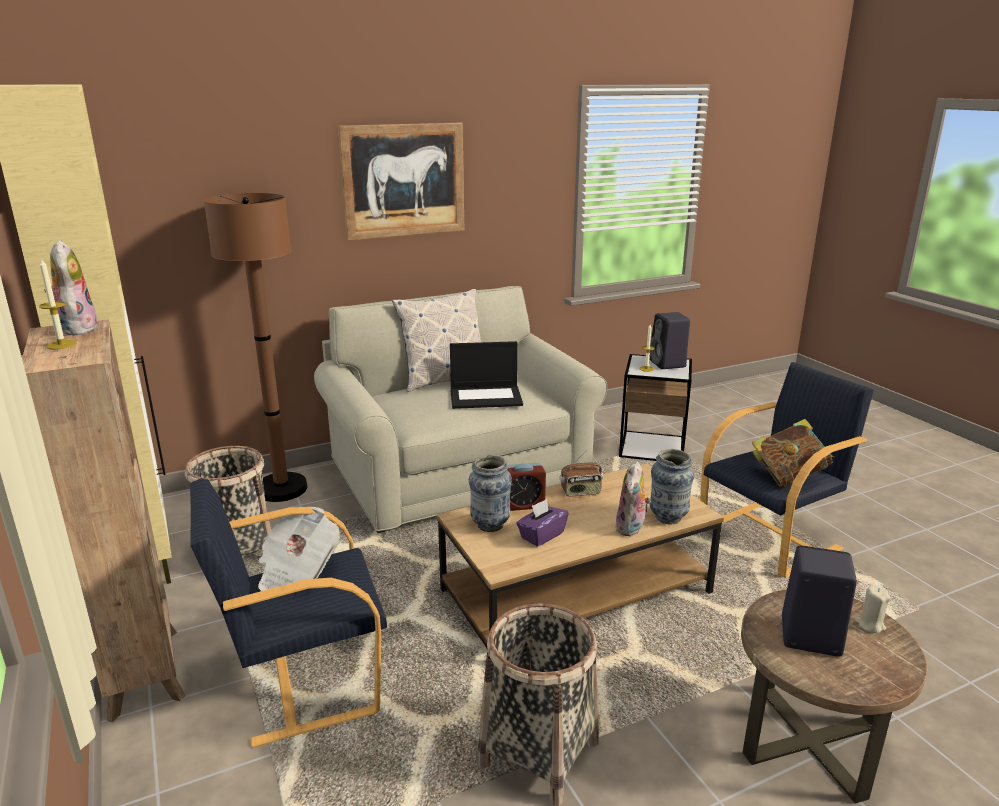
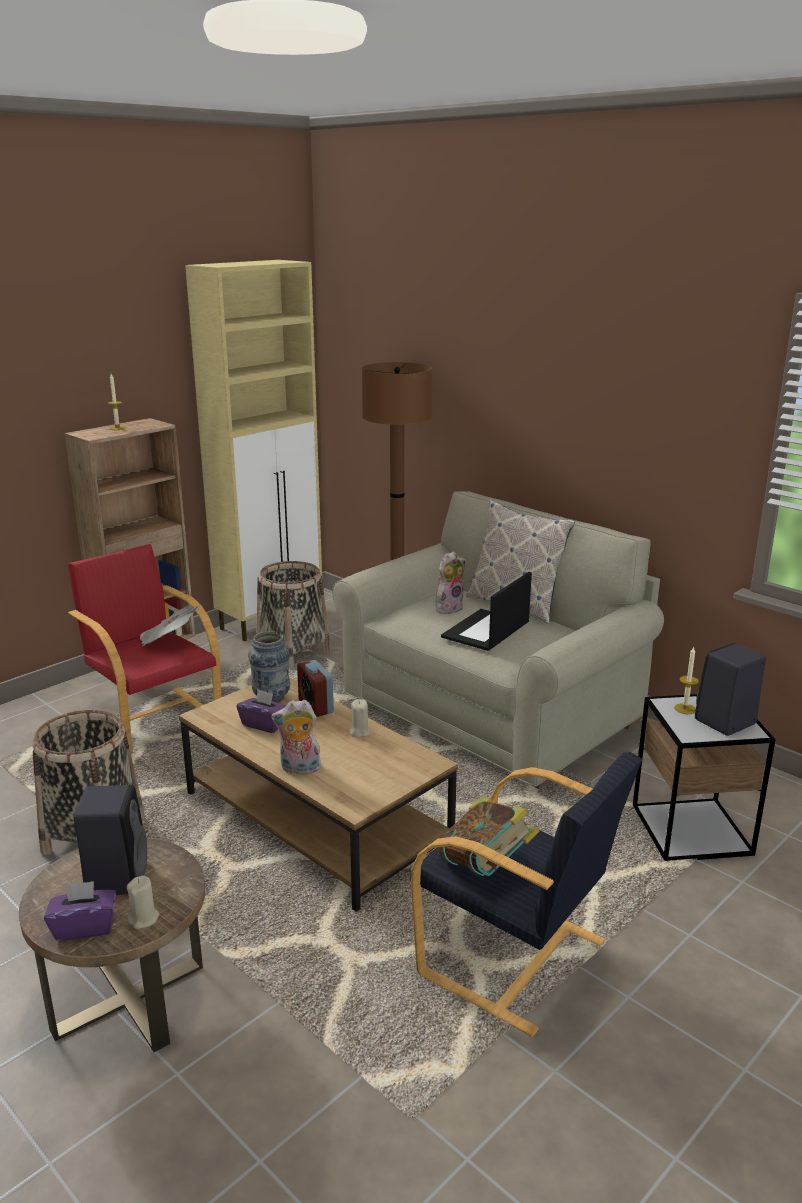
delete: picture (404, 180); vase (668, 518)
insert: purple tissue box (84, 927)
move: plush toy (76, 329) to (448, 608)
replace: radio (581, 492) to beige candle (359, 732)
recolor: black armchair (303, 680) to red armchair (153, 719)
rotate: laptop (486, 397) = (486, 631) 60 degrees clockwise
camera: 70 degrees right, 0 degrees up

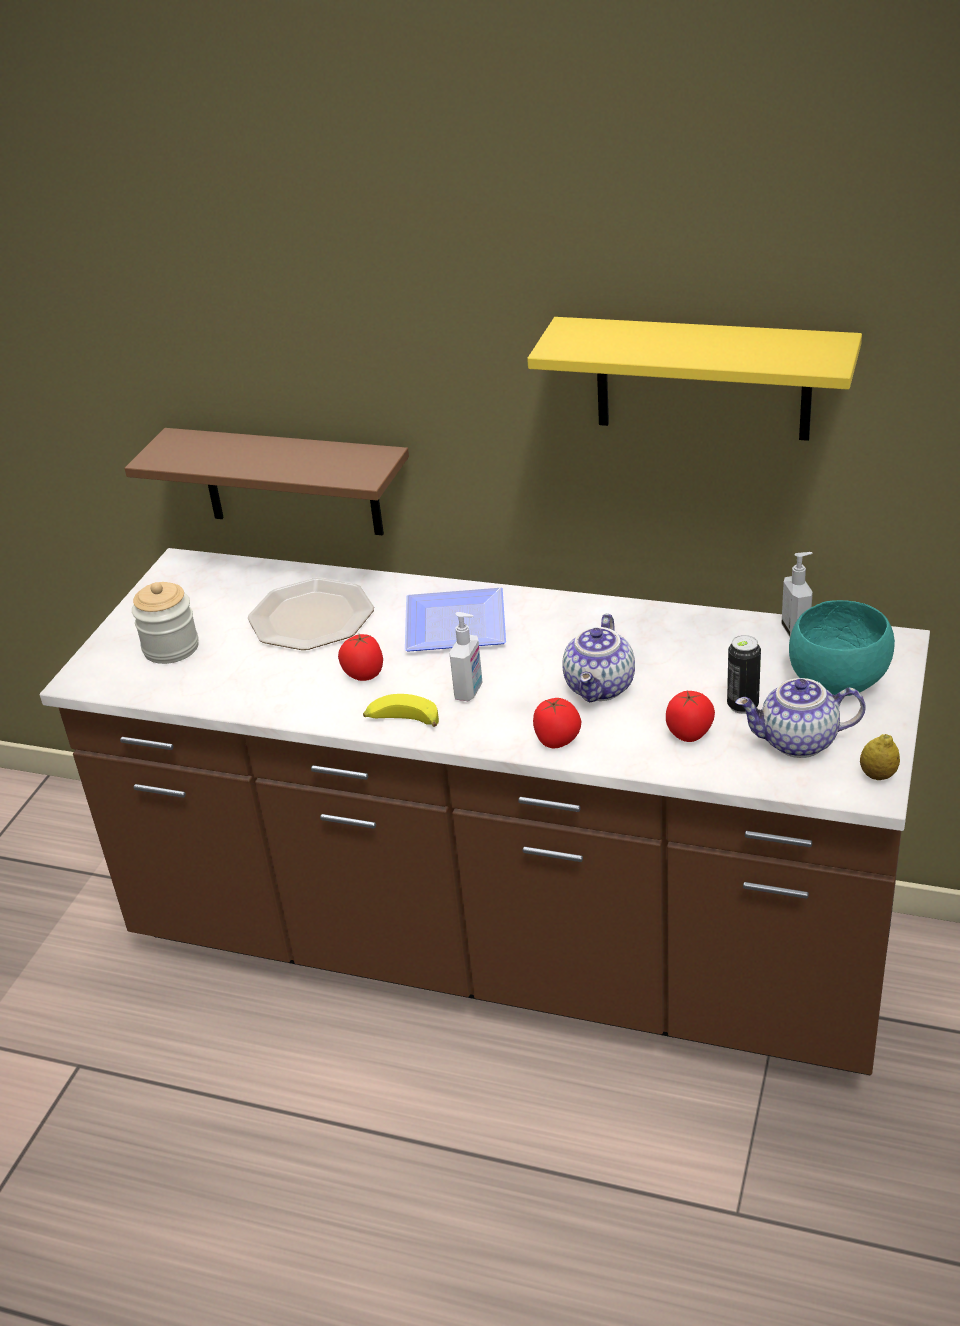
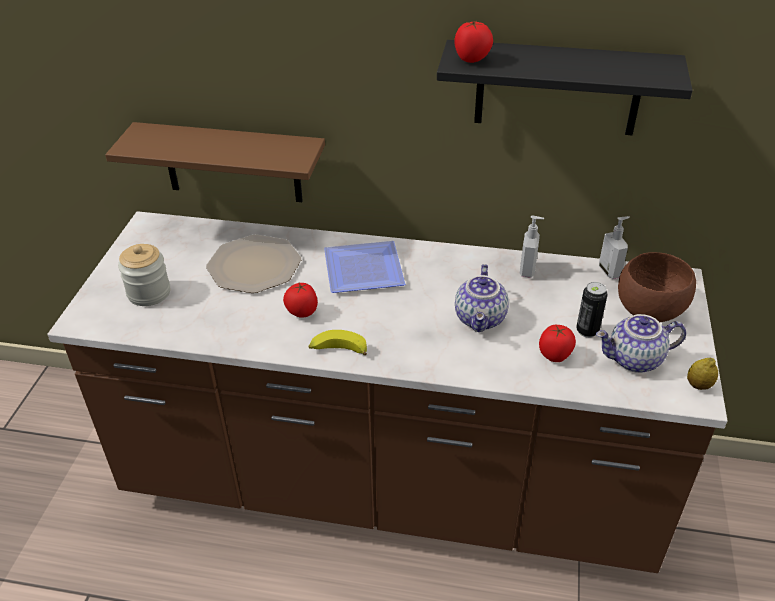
move: soap dispenser (469, 691) to (528, 270); tomato (557, 741) to (472, 59)
recolor: yellow shelf (703, 378) to black shelf (557, 88); turquoise bowl (837, 683) to brown bowl (649, 311)
camera: 10 degrees left, 5 degrees up

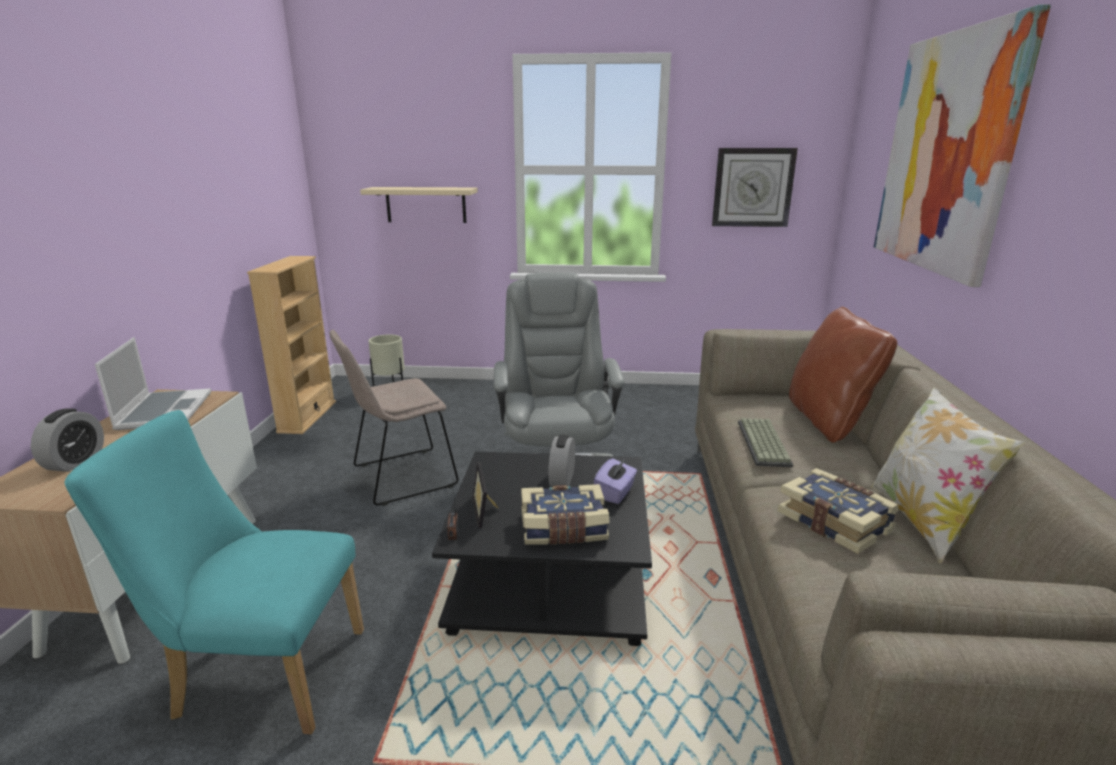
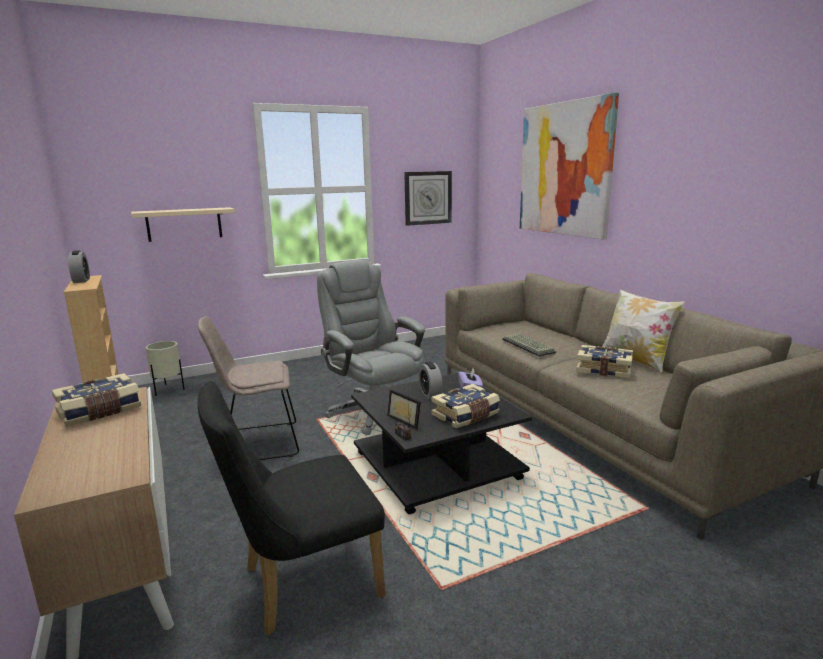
delete: brown pillow (828, 421)
move: alarm clock (75, 462) to (81, 280)
replace: laptop (164, 411) to book (100, 411)
recolor: turquoise chair (260, 673) to black chair (301, 584)
rotate: beige chair (400, 477) = (257, 443) 45 degrees clockwise
camera: 30 degrees left, 5 degrees down

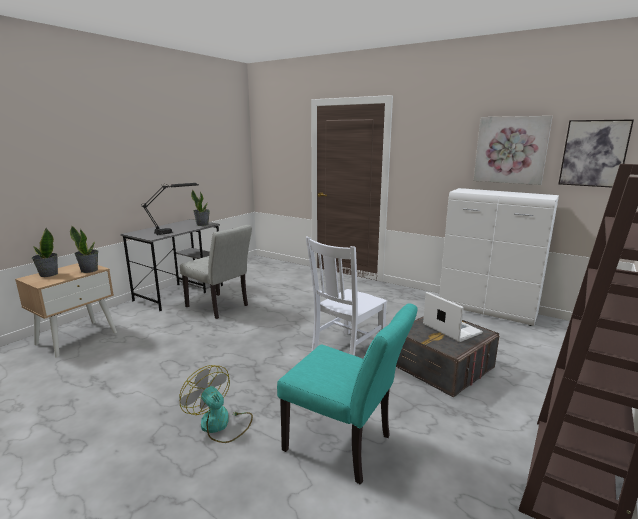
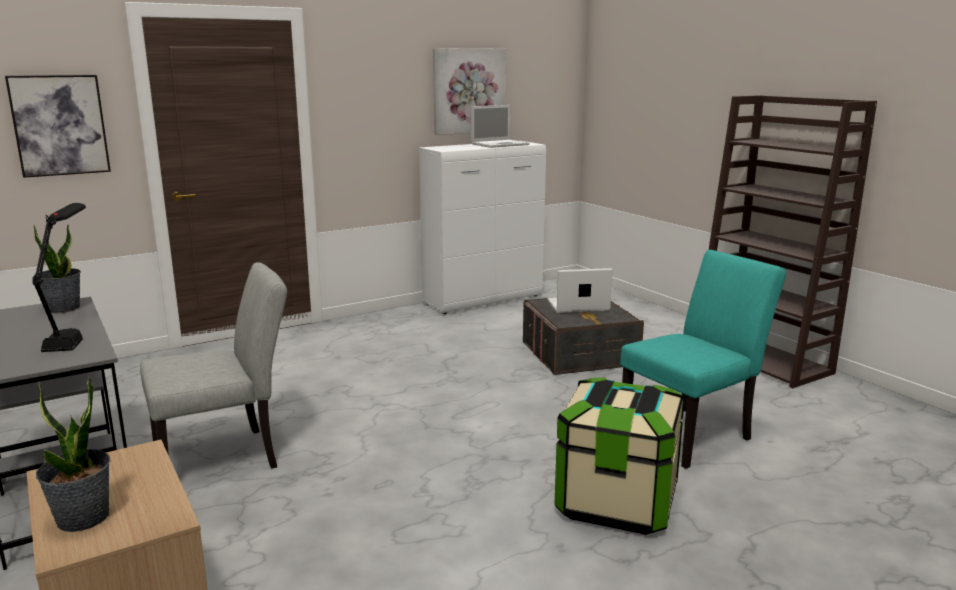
delete: potted plant (89, 270); white chair (346, 350)
insert: laptop (500, 144)
move: picture (594, 153) to (59, 125)
replace: fan (220, 424) to storage box (617, 502)
camera: 65 degrees left, 0 degrees up

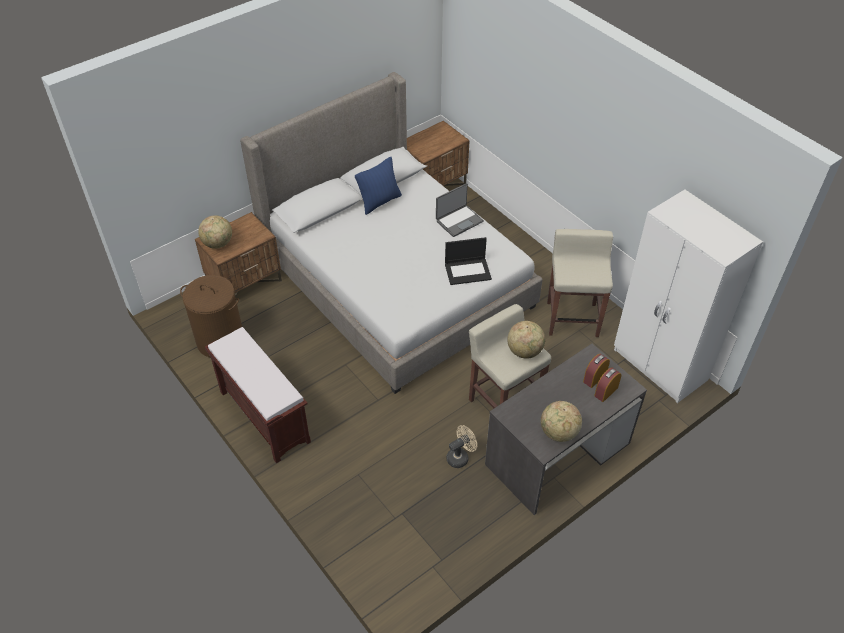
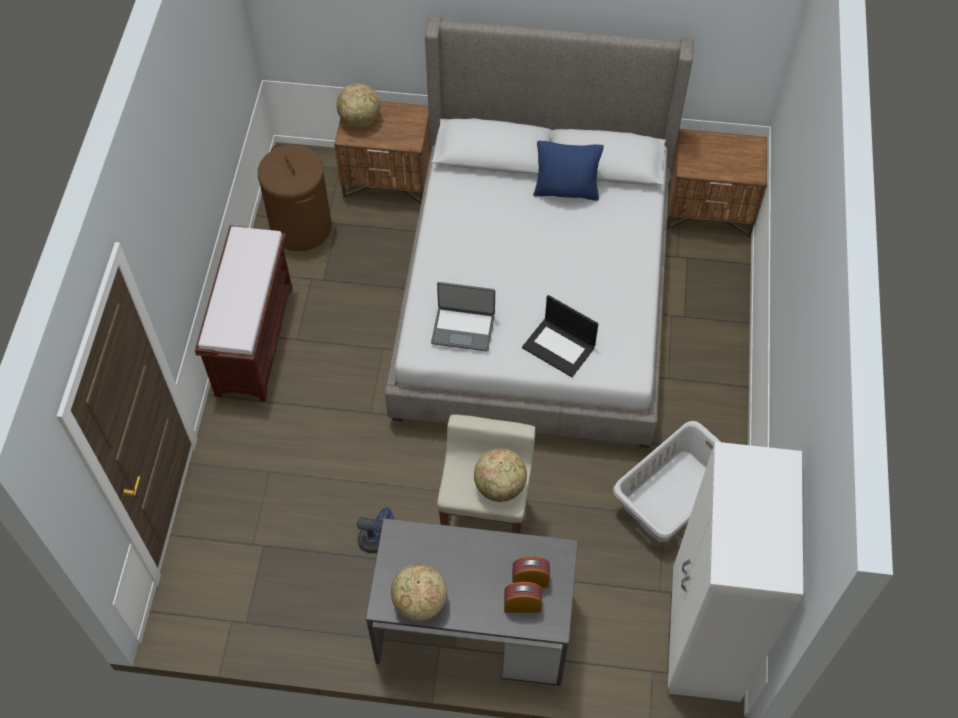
move: laptop (459, 221) to (463, 328)
replace: beige stool (572, 318) to grey laundry basket (674, 496)
recolor: beige fan (460, 457) to blue fan (377, 540)
camera: 45 degrees right, 10 degrees up

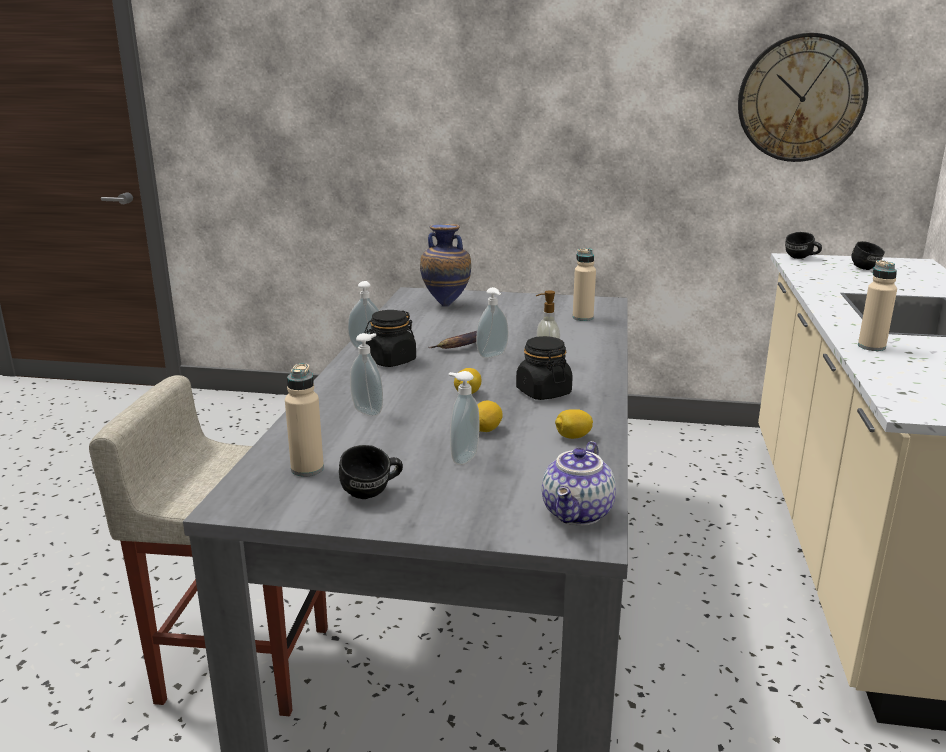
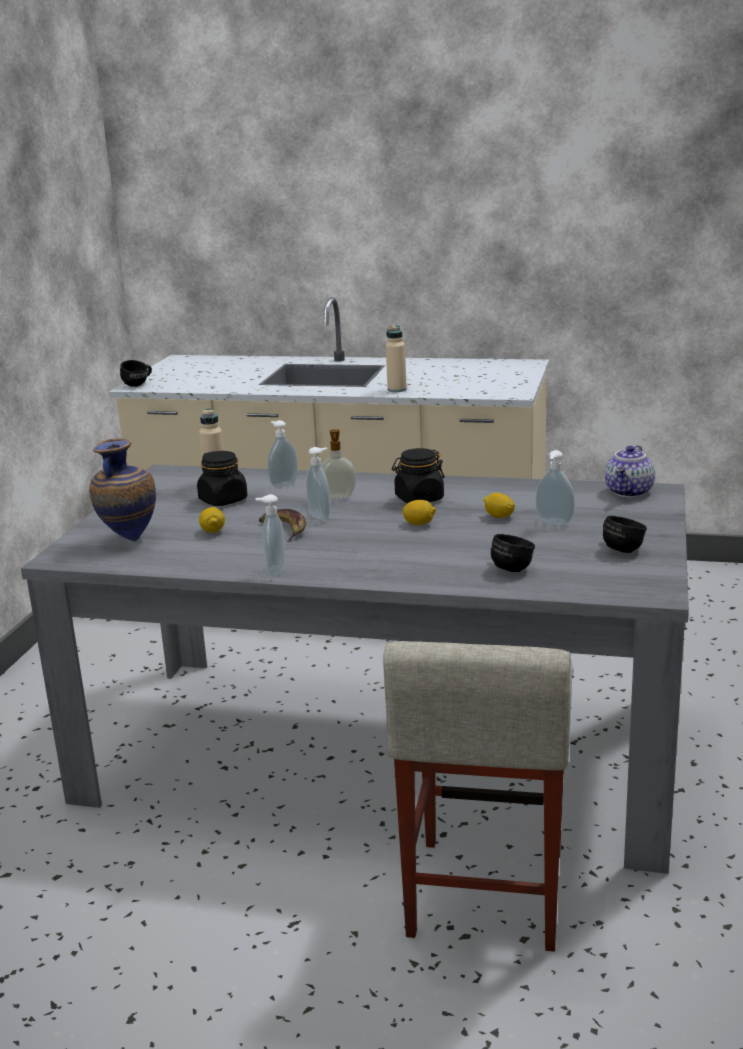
delete: beige bottle (307, 469); wall clock (801, 98)
move: soap dispenser (369, 411) to (283, 484); black jar (390, 361) to (223, 500); lemon (572, 437) to (213, 531); black mug (868, 268) to (510, 567)
rotate: teapot (578, 514) = (630, 492) 90 degrees clockwise
camera: 85 degrees left, 0 degrees up

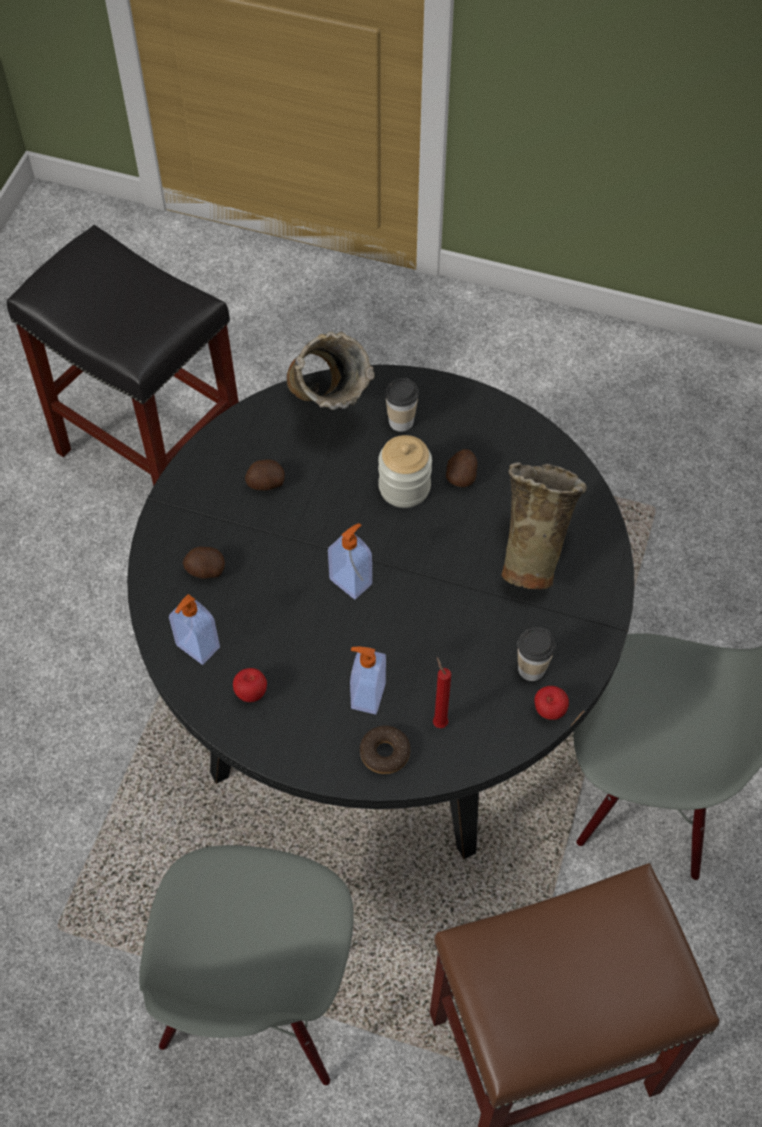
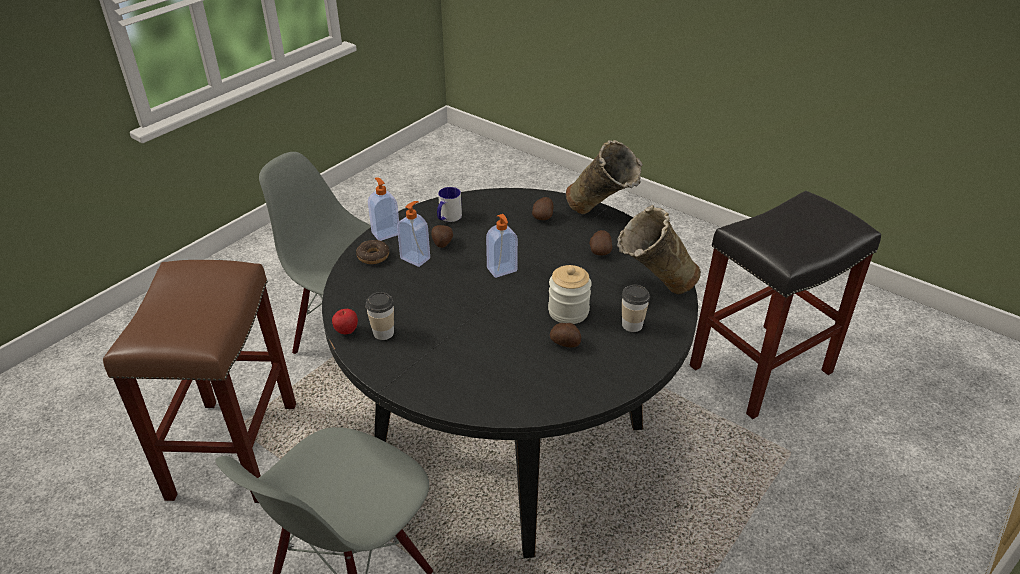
delete: red candle (439, 721)
insert: potato (442, 243)
move: soap dispenser (197, 647) to (385, 233); beige vase (533, 553) to (601, 216)
replace: apple (251, 693) to mug (448, 218)
camera: 110 degrees right, 20 degrees down

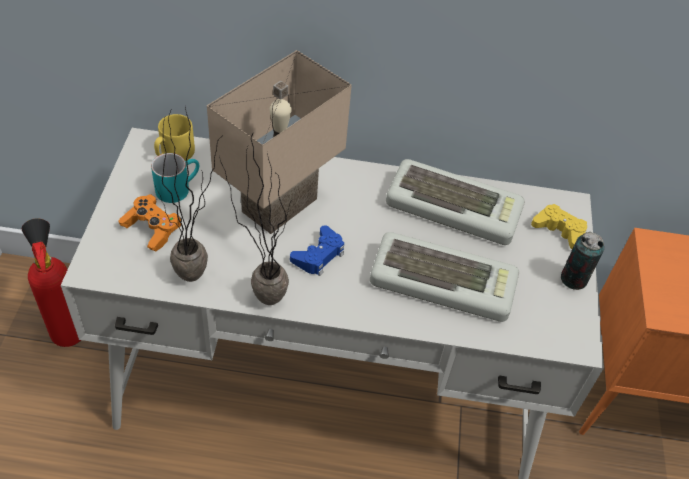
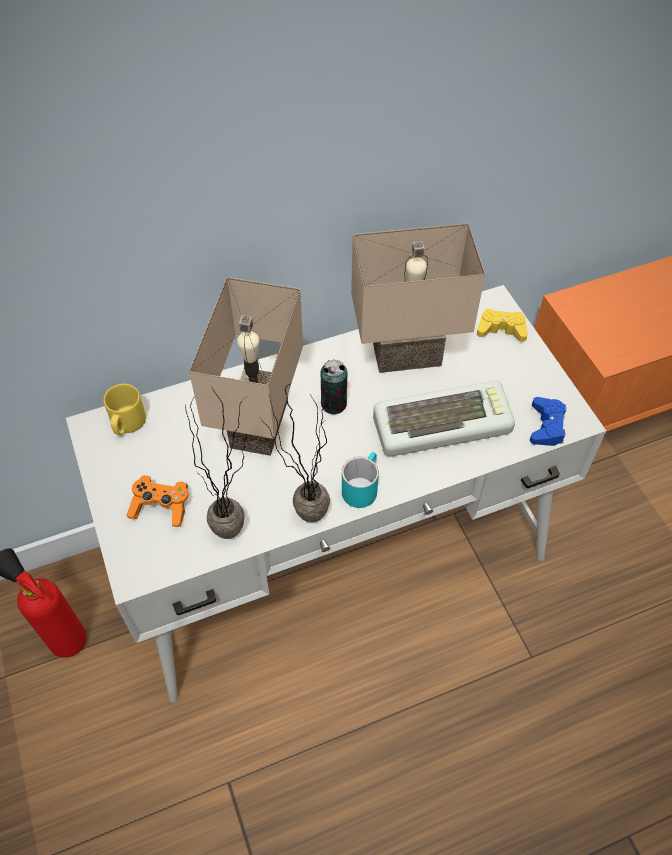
move: turquoise mug (178, 187) to (361, 486); blue game controller (319, 255) to (546, 426); can (573, 279) to (333, 404)
replace: keyboard (455, 208) to beige table lamp (407, 351)
camera: 25 degrees left, 5 degrees up

